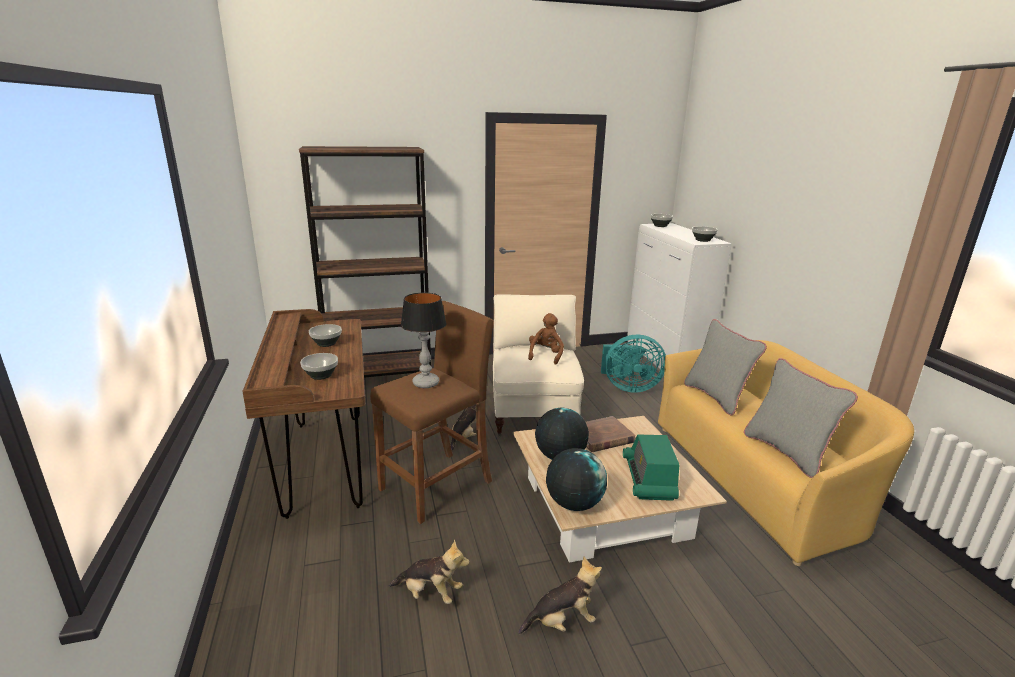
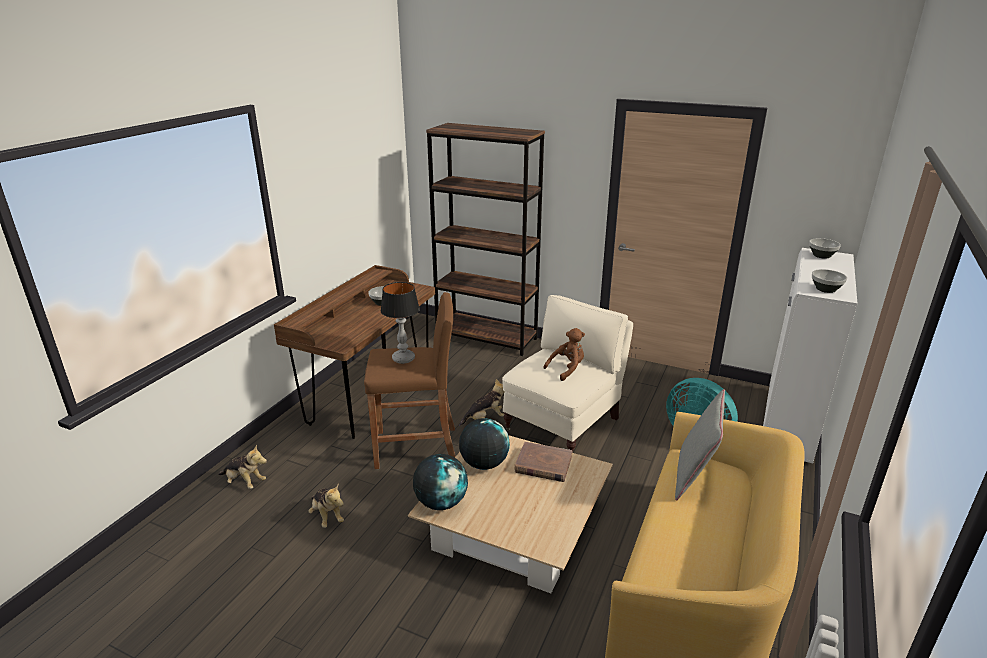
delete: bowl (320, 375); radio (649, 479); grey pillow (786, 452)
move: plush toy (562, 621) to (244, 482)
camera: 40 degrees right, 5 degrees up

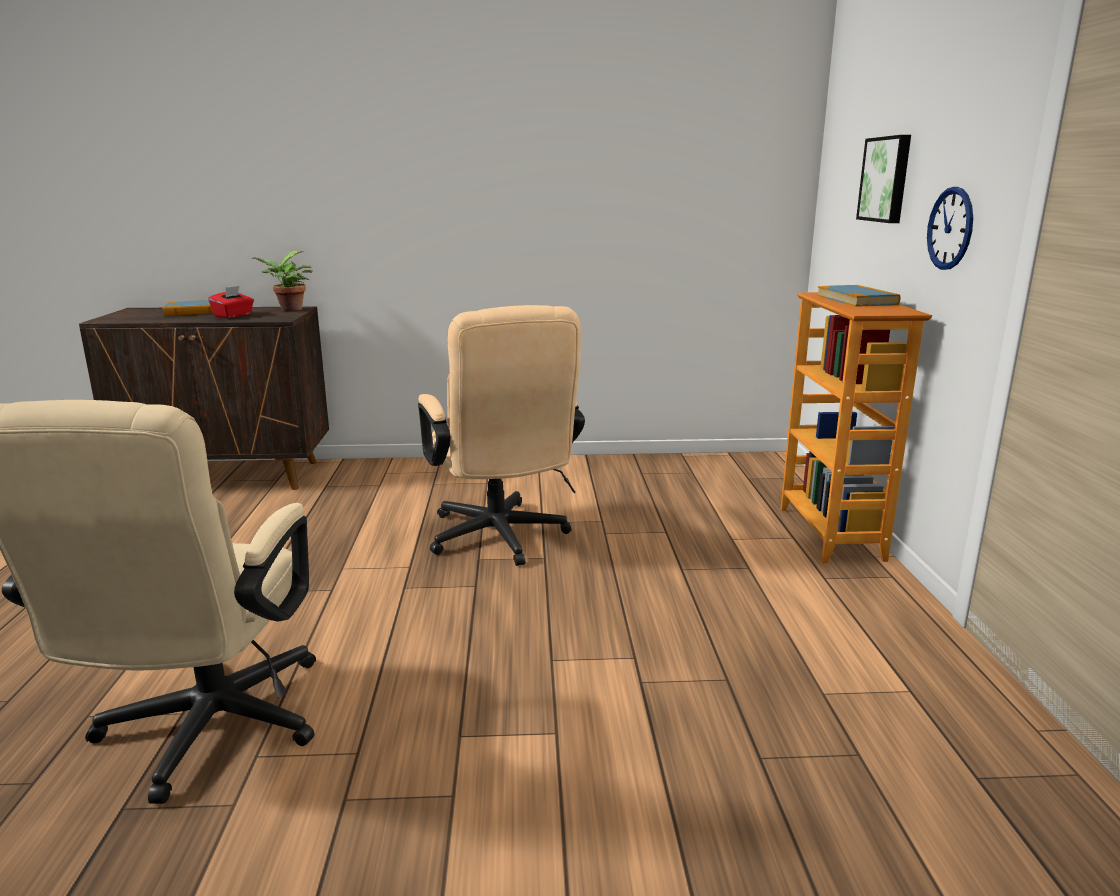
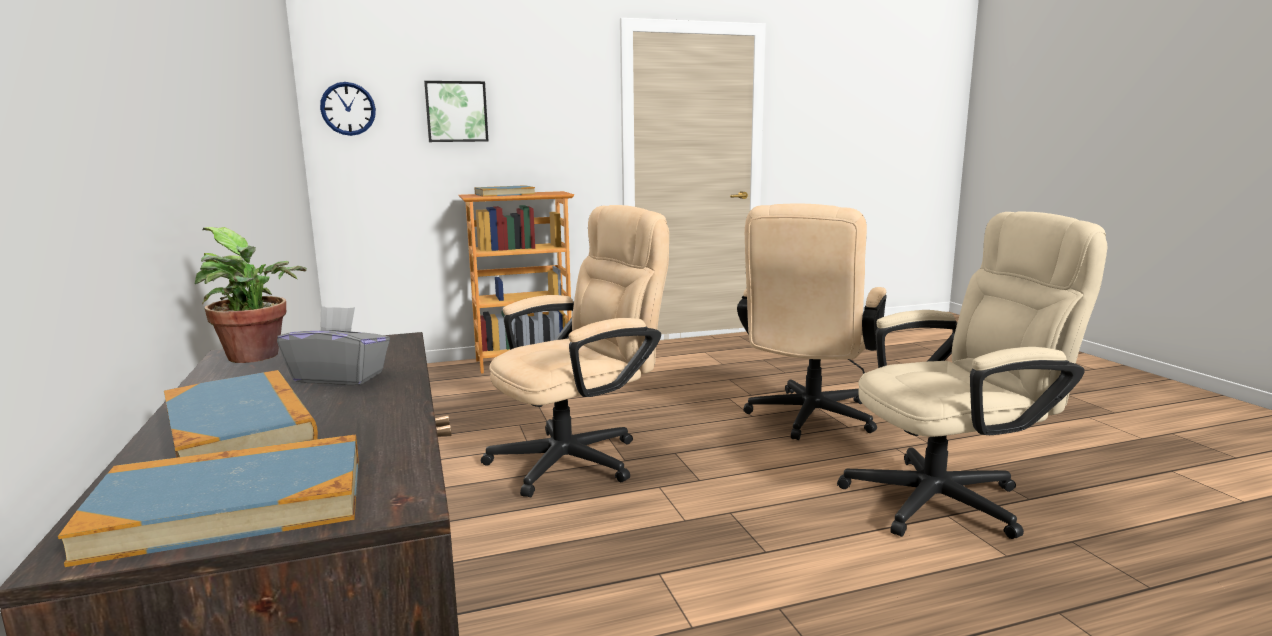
insert: book (232, 505); beige office chair (807, 420)
move: wall clock (950, 228) to (348, 109)
recolor: red tissue box (233, 315) to grey tissue box (340, 377)
camera: 105 degrees left, 5 degrees down

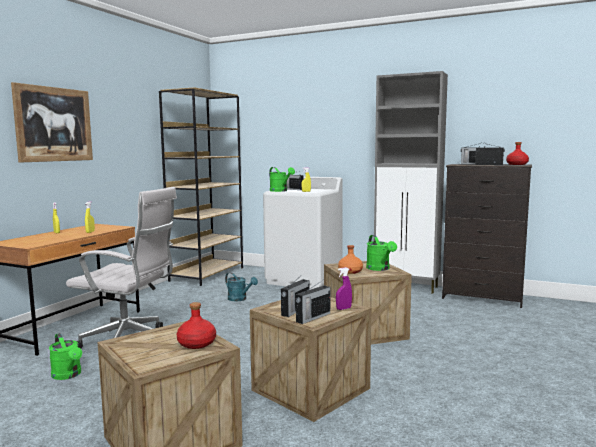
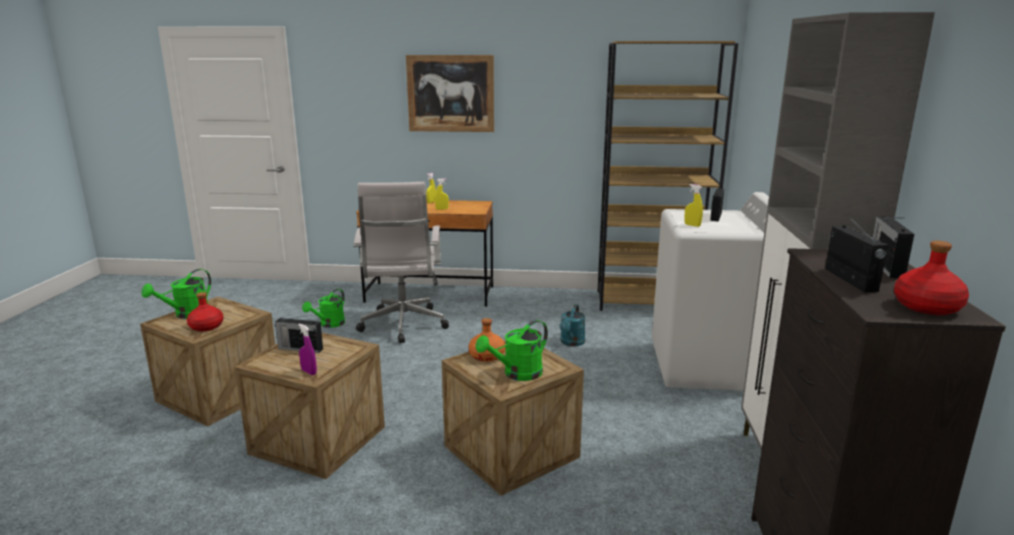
delete: radio (312, 317)
move: green watering can (280, 191) to (187, 315)
camera: 70 degrees right, 10 degrees up

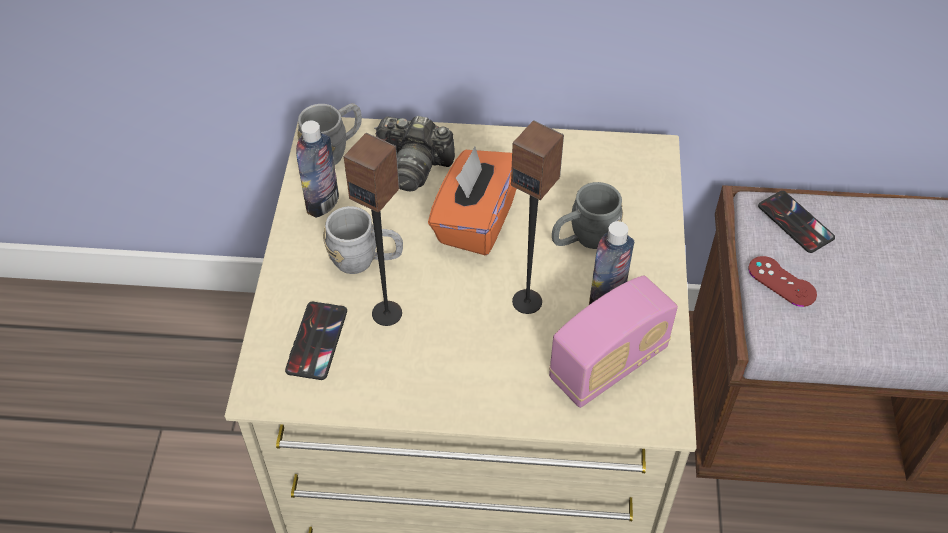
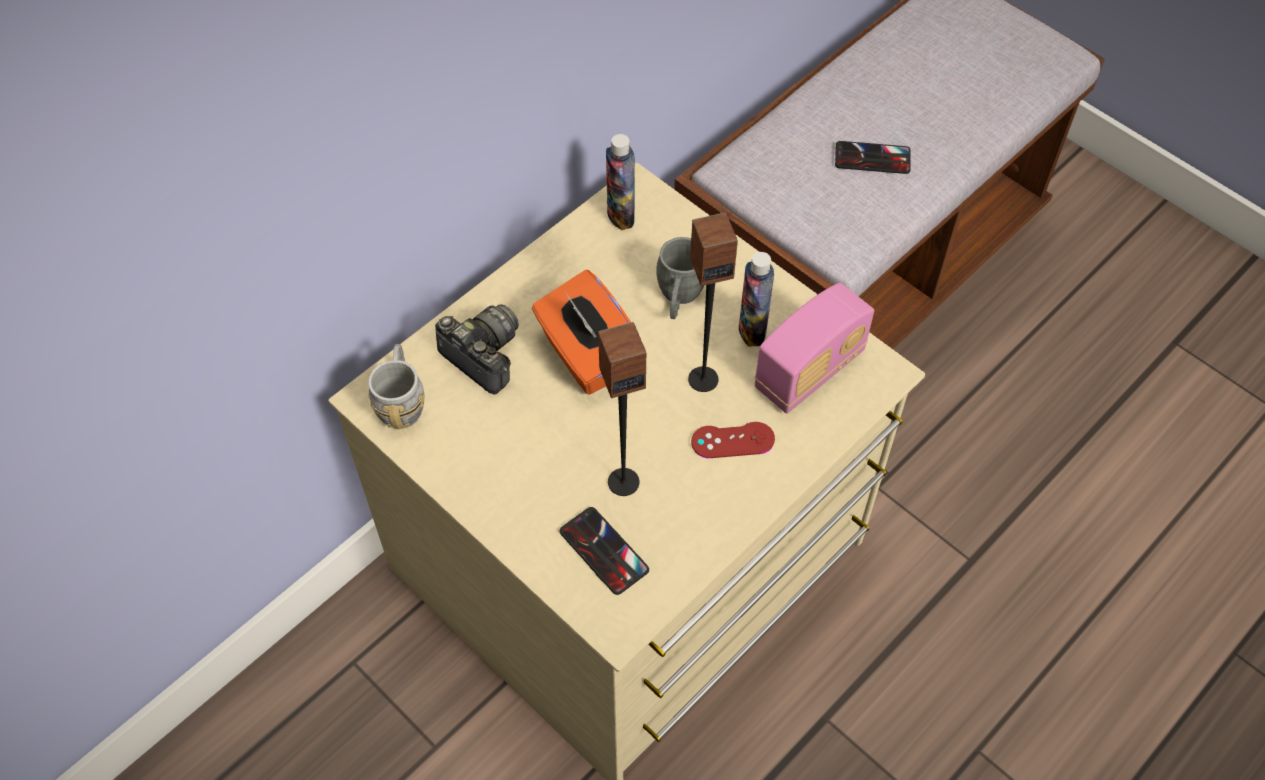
delete: grey mug (365, 260)
move: bottle (322, 203) to (620, 215); red game controller (782, 281) to (733, 440); phone (795, 222) to (872, 158)
rotate: photo camera (413, 166) = (483, 356) 105 degrees counterclockwise; radio (608, 364) = (809, 371) 45 degrees clockwise
camera: 50 degrees left, 5 degrees up

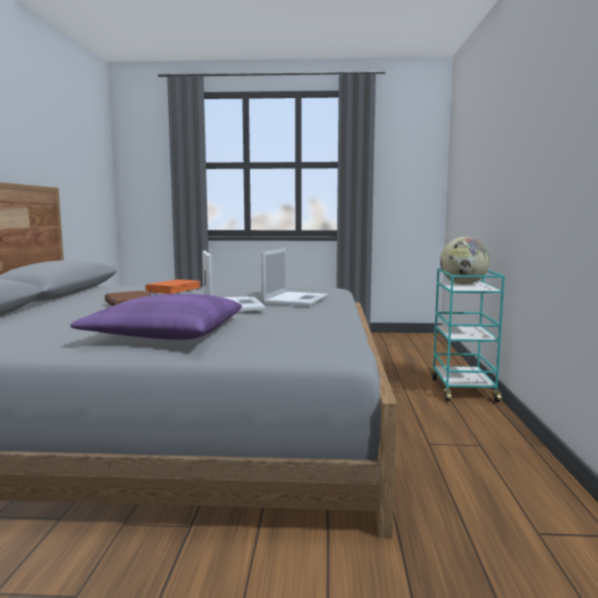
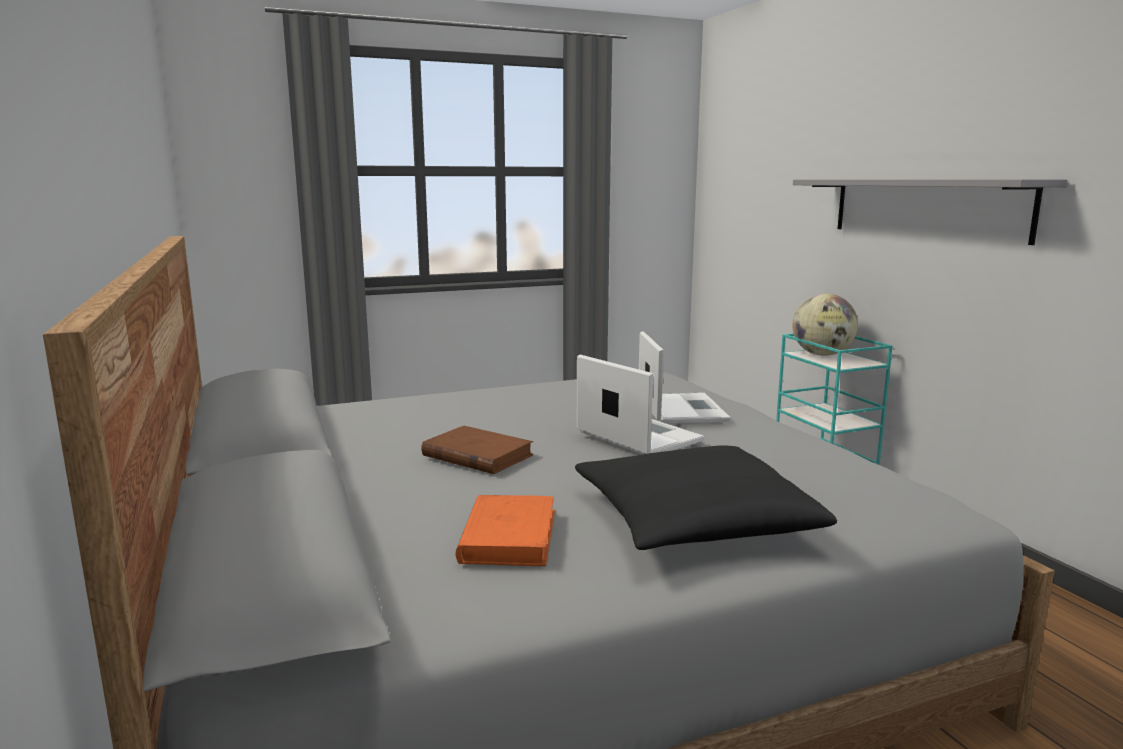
insert: grey shelf (925, 207)
move: orange book (174, 290) to (509, 536)
recolor: purple pillow (165, 334) to black pillow (693, 520)
camera: 25 degrees left, 5 degrees up

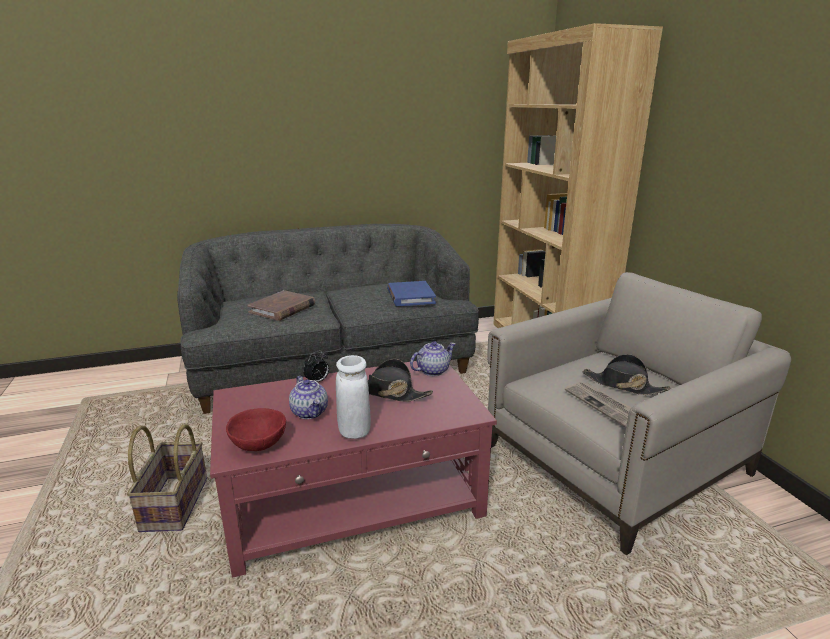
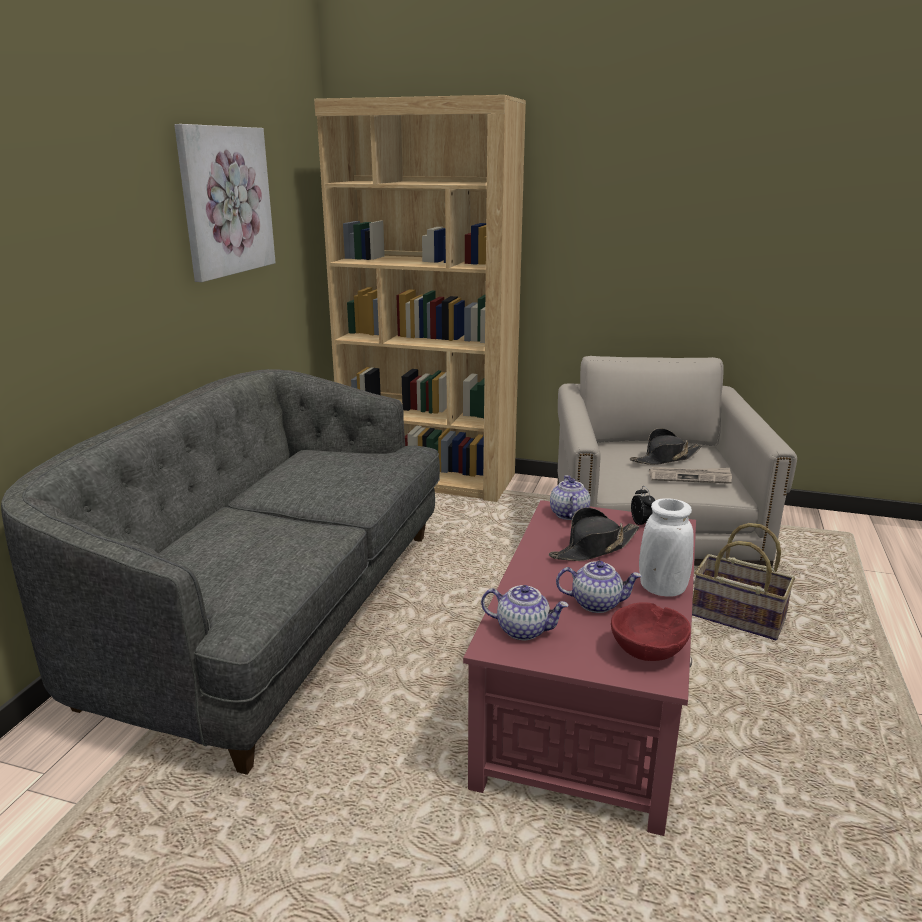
delete: brown book (282, 308); blue book (410, 296)
insert: picture (225, 201); teapot (523, 630)
move: basket (173, 503) to (736, 618); alarm clock (317, 381) to (642, 524)
camera: 55 degrees left, 0 degrees up

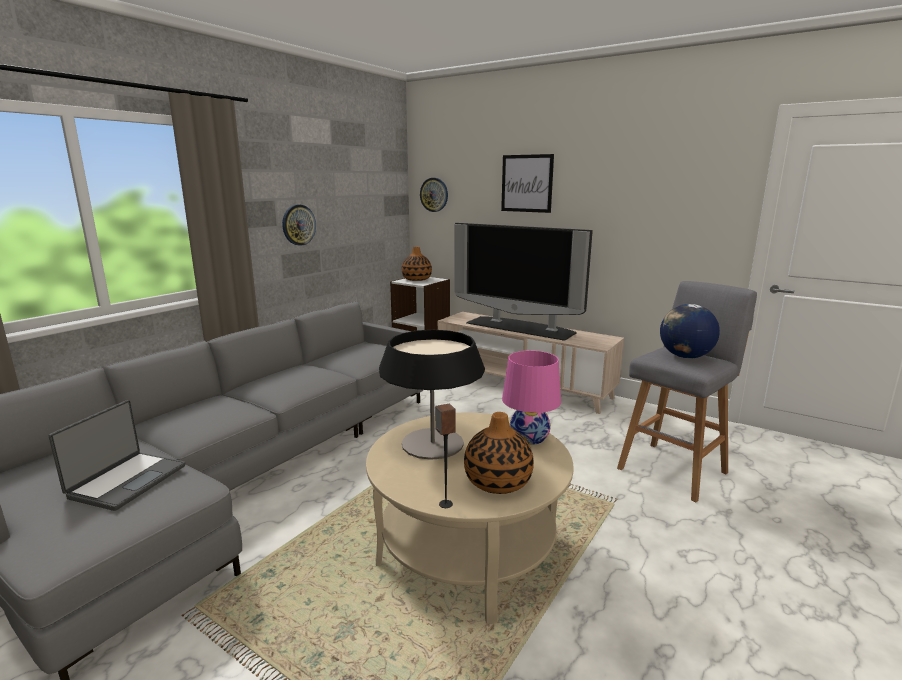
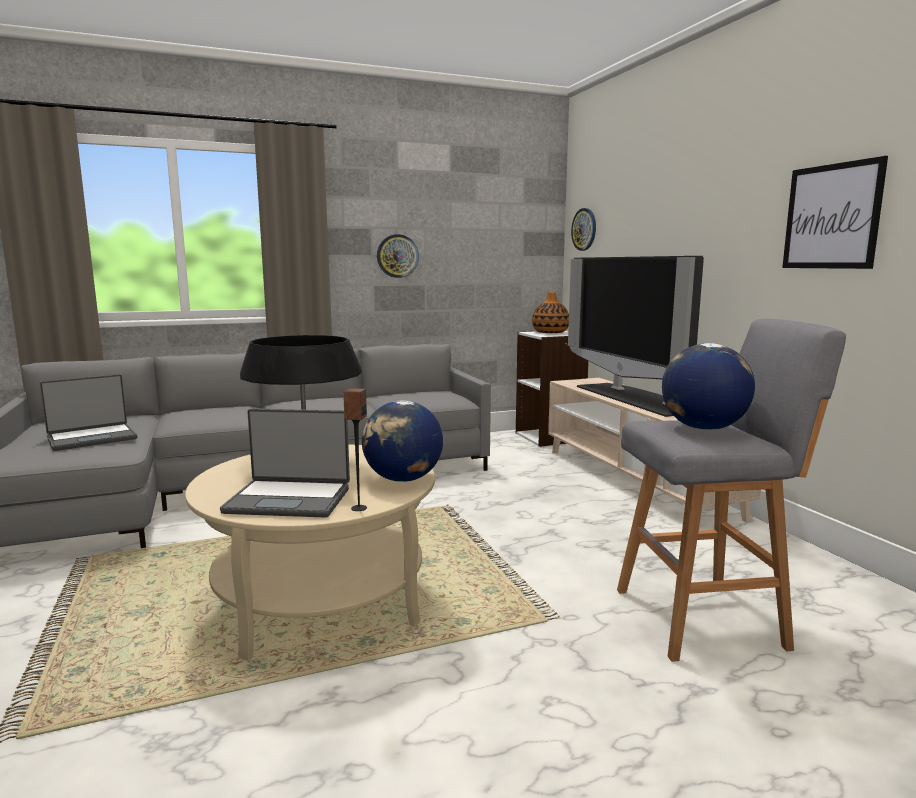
move: speaker (445, 504) to (358, 508); picture (527, 183) to (831, 216)
replace: vase (498, 481) to laptop (289, 500); pink table lamp (529, 437) to globe (403, 479)
camera: 35 degrees right, 5 degrees down

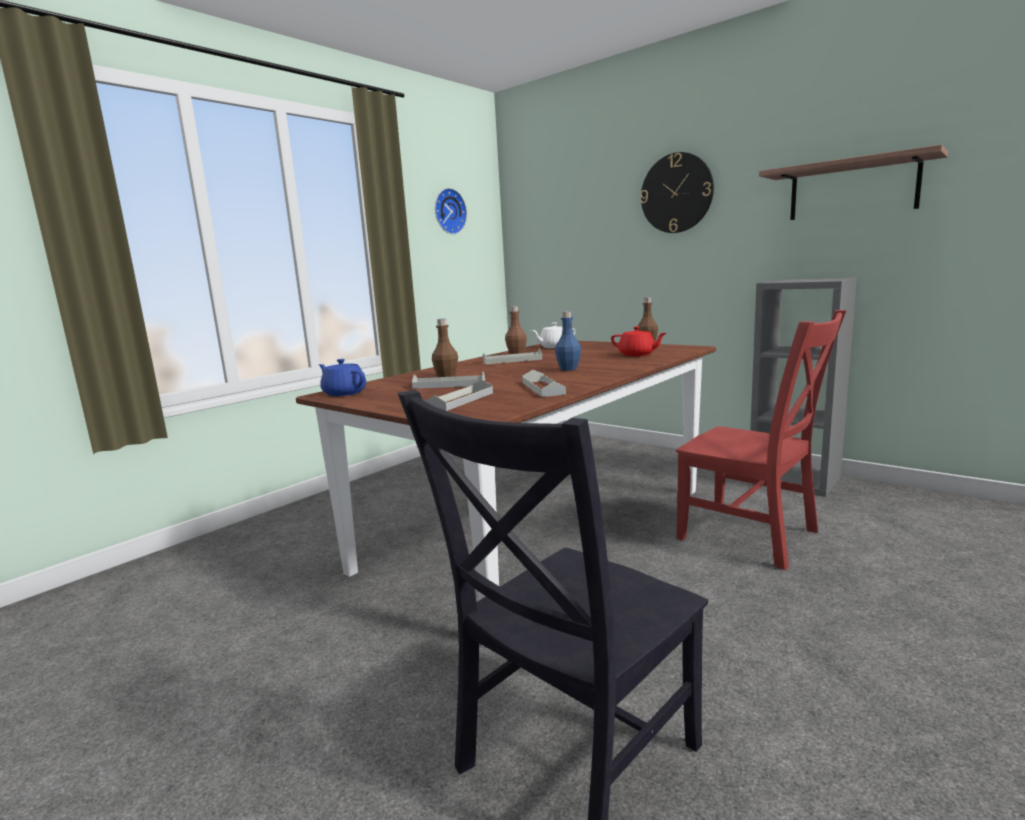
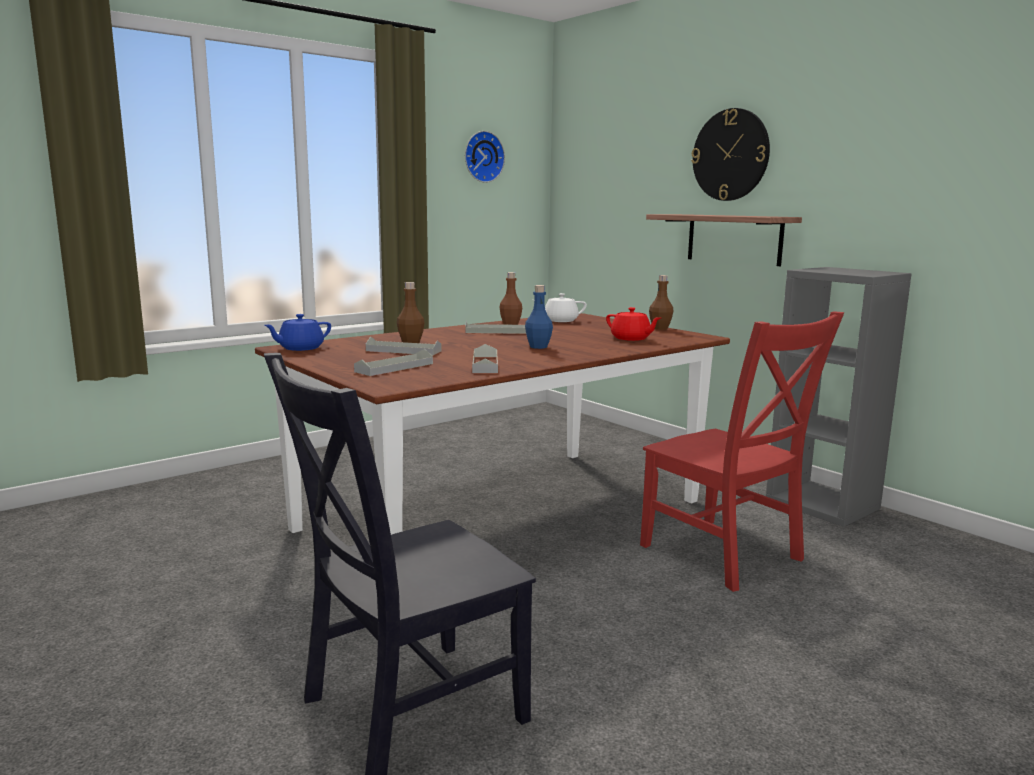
move: shelf (852, 189) to (734, 239)
rotate: blue teapot (344, 393) = (300, 348) 90 degrees counterclockwise
camera: 10 degrees right, 0 degrees up

